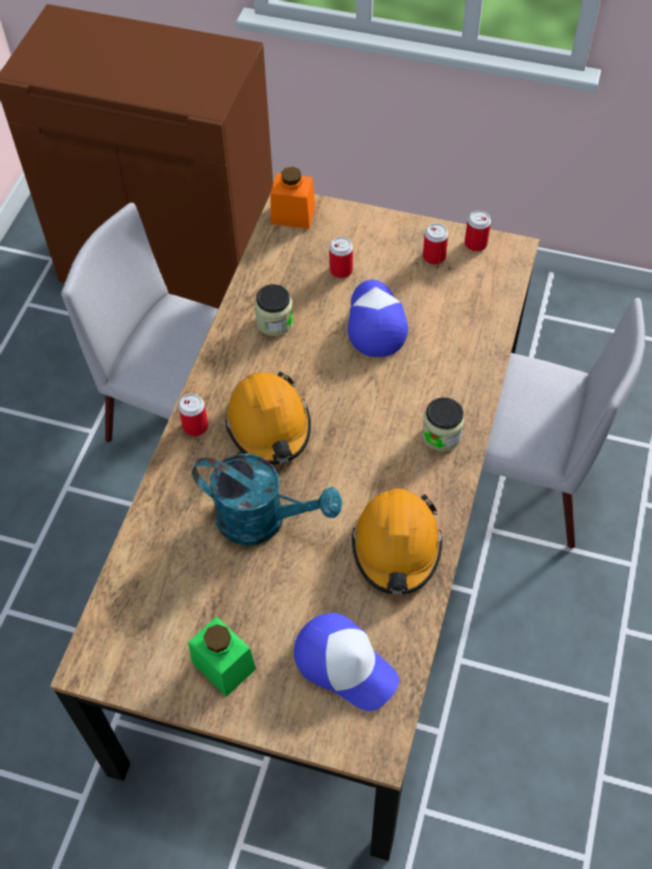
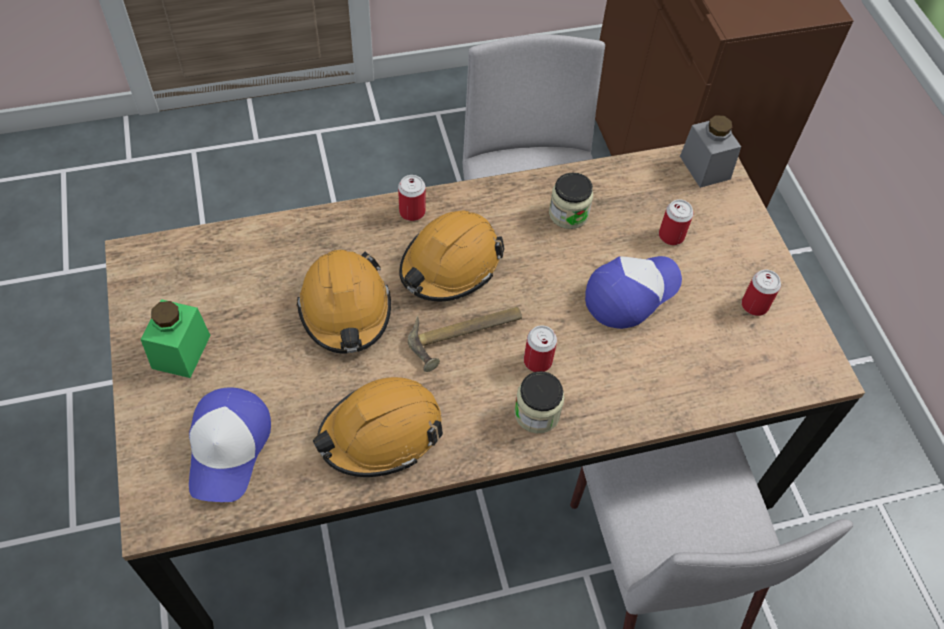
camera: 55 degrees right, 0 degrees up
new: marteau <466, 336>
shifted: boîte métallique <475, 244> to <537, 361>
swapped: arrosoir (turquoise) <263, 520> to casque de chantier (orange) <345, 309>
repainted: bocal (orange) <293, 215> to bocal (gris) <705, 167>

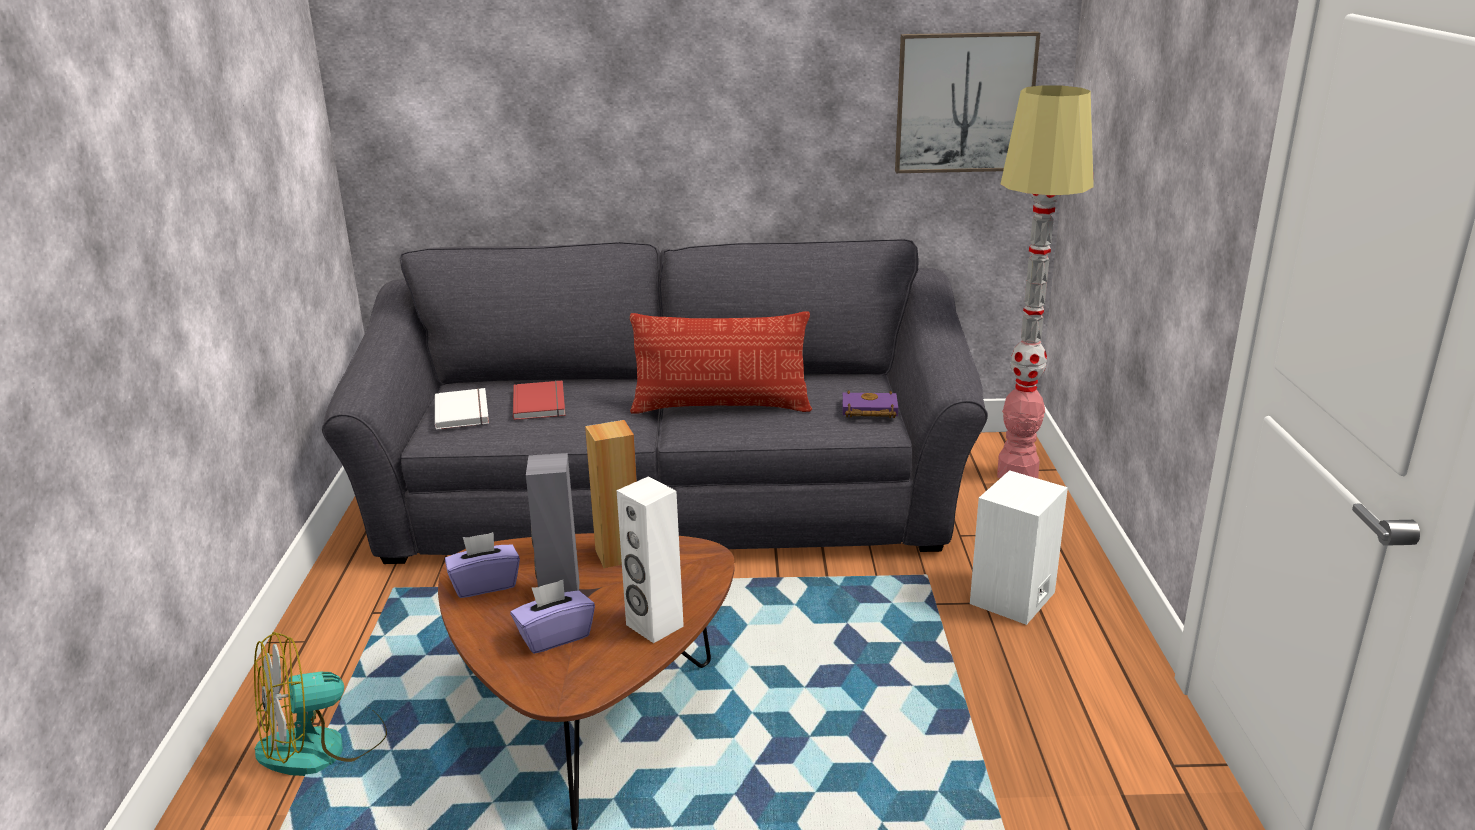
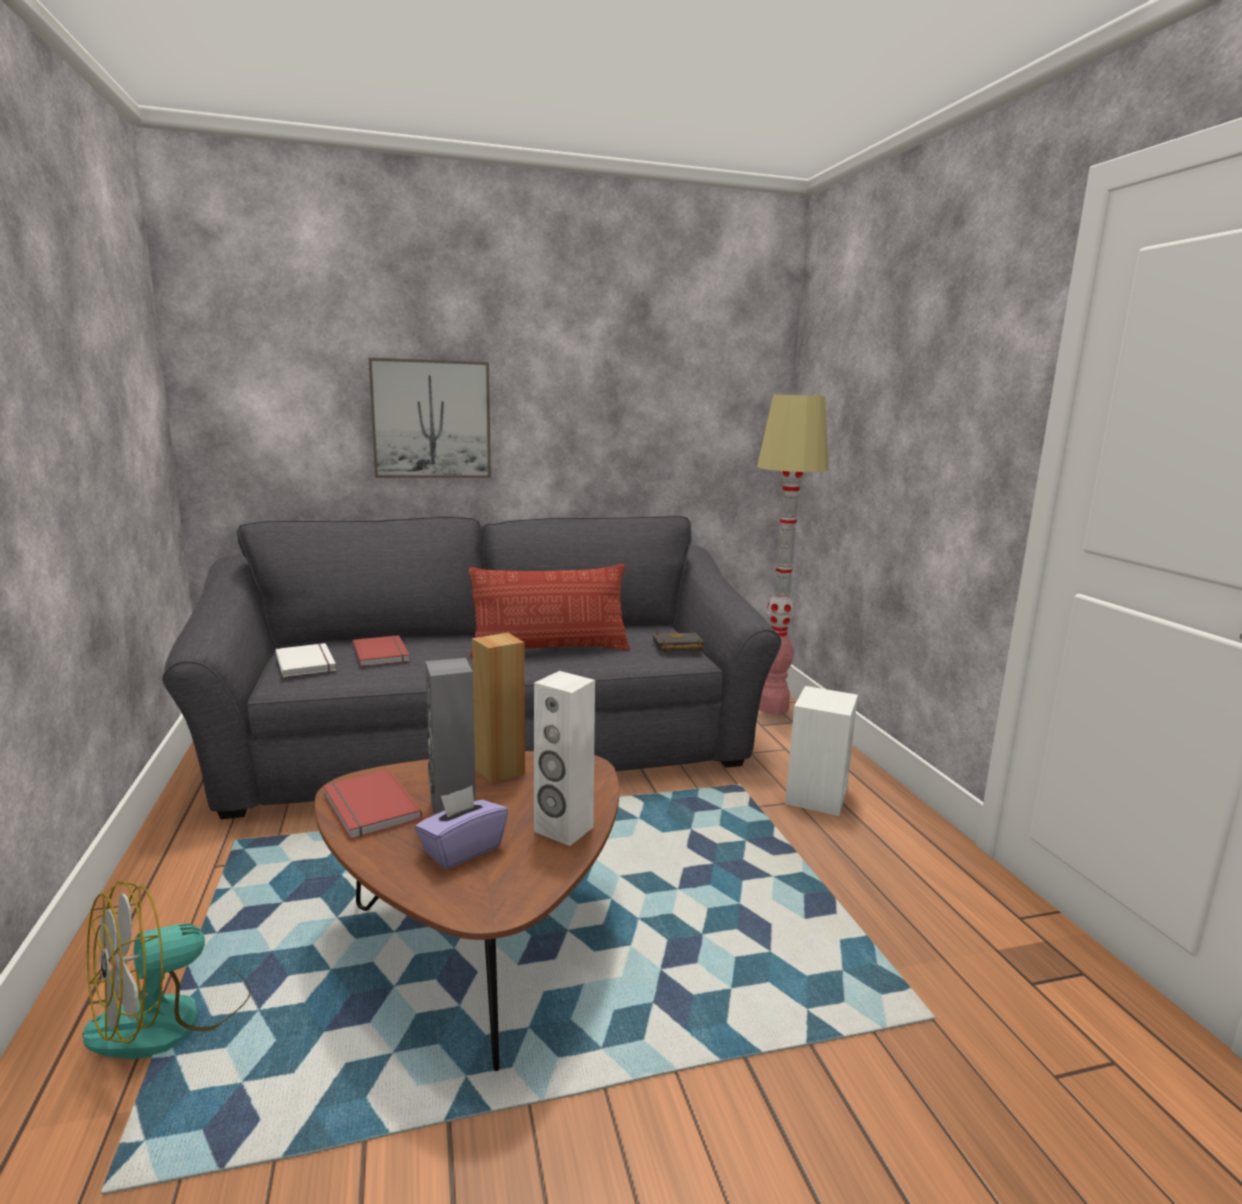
camera: 15 degrees left, 10 degrees down
shifted: tableau <964, 103> to <431, 419>
swapped: boîte à mouchoirs (violet) <485, 584> to livre (rouge) <368, 808>
repainted: livre (violet) <868, 411> to livre (noir) <676, 647>

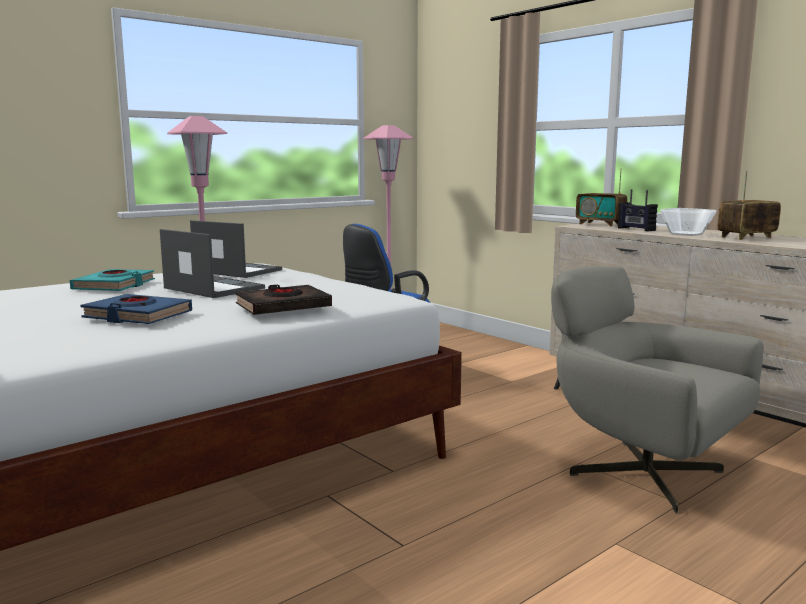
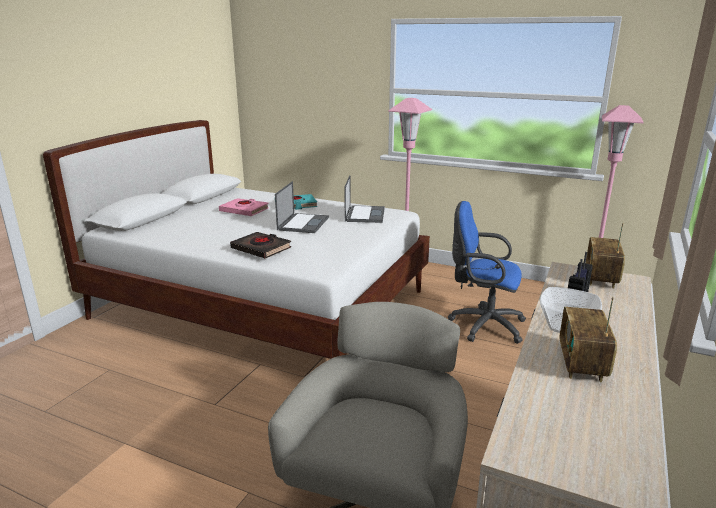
camera: 65 degrees right, 10 degrees up
gone: livre (bleu) <137, 316>
new: livre (rose) <244, 210>
rotated: radio <746, 237> = <582, 364> 120 degrees counterclockwise

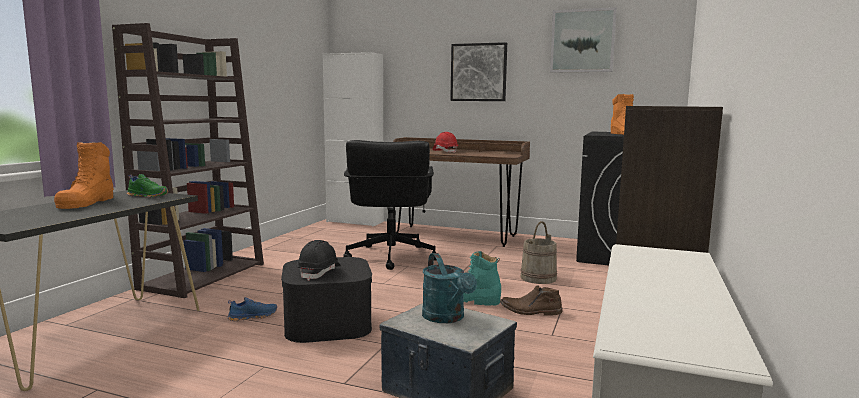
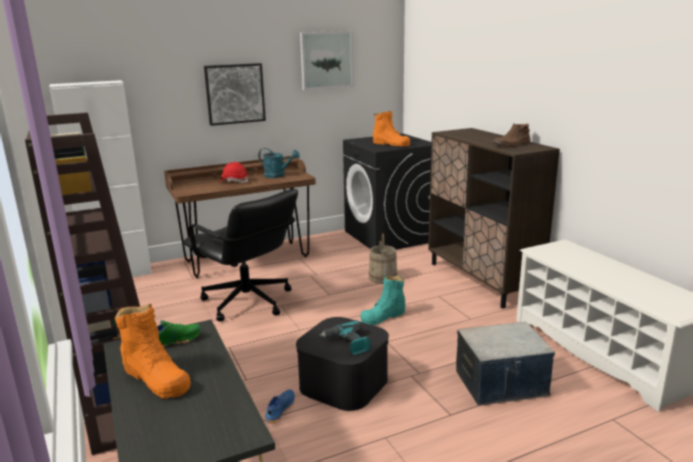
camera: 45 degrees left, 10 degrees up
shifted: arrosoir (turquoise) <446, 318> to <278, 176>; botte (marron) <530, 311> to <512, 145>
swapped: casque de chantier (noir) <319, 272> to perceuse <347, 344>

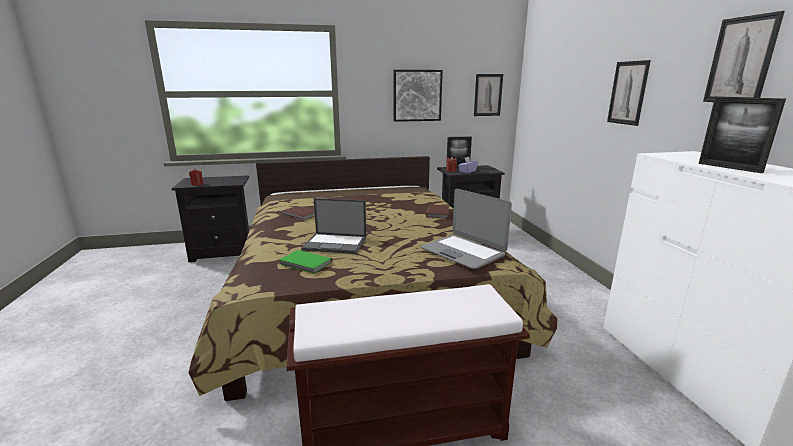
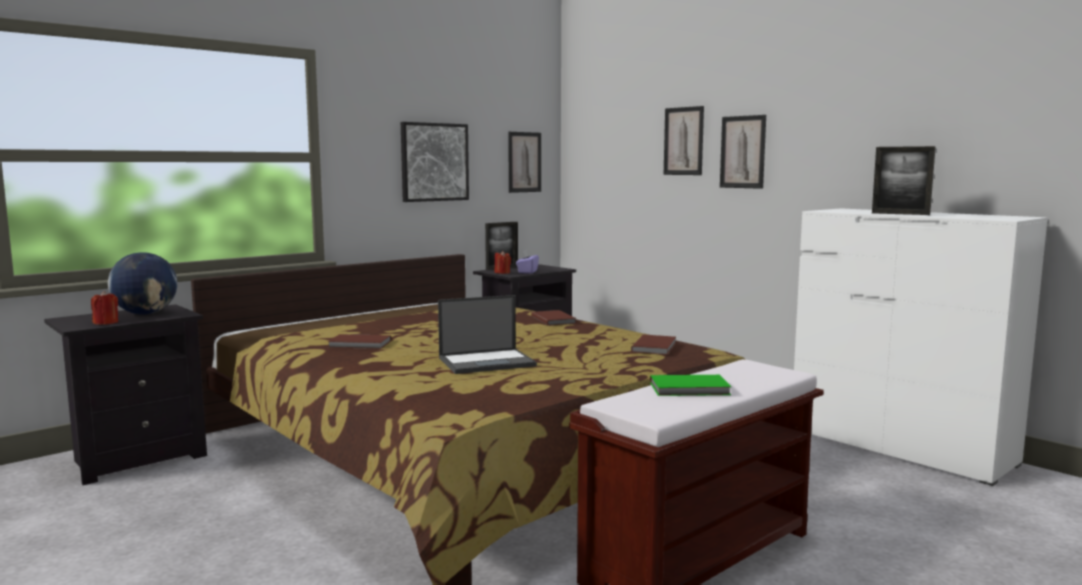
camera: 30 degrees left, 10 degrees down
new: globe <146, 313>
shifted: tableau <740, 60> to <683, 141>; livre (vert) <305, 263> to <690, 389>
swapped: ordinateur portable <463, 252> to livre (marron) <655, 347>

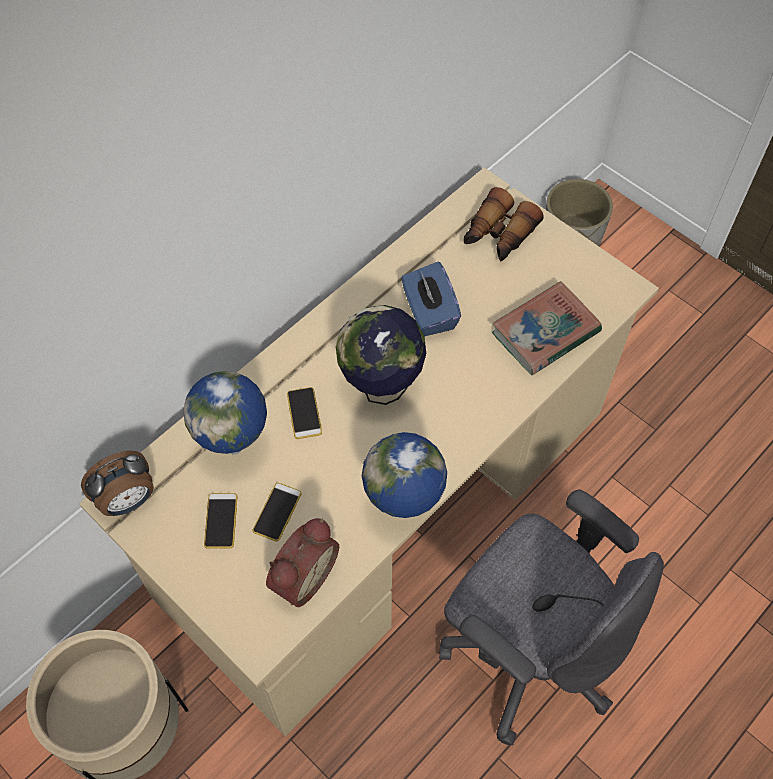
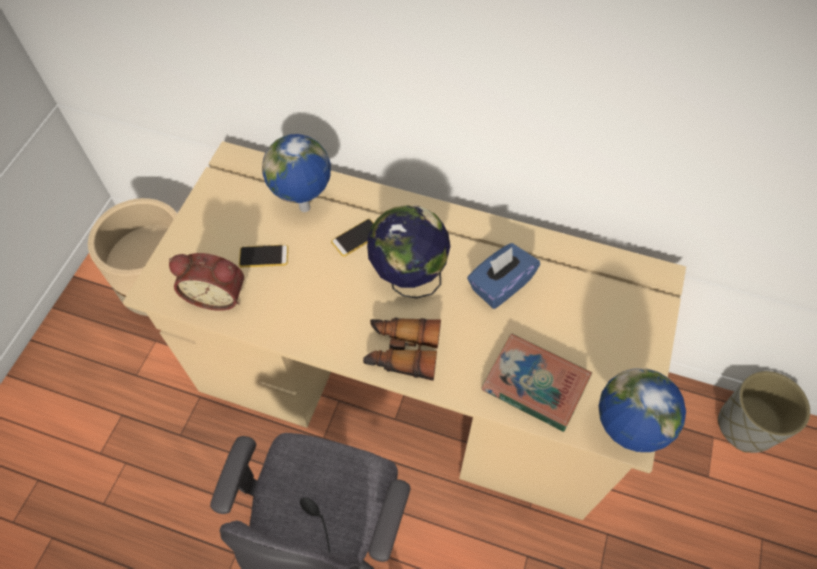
camera: 65 degrees right, 0 degrees up
gone: réveil <128, 500>; téléphone <221, 521>
shifted: jumelles <498, 235> to <402, 351>; globe <404, 510> to <620, 437>

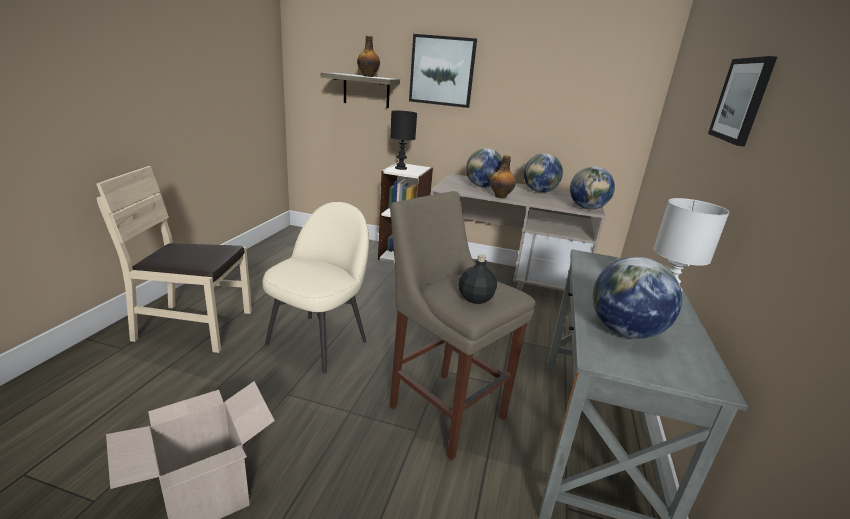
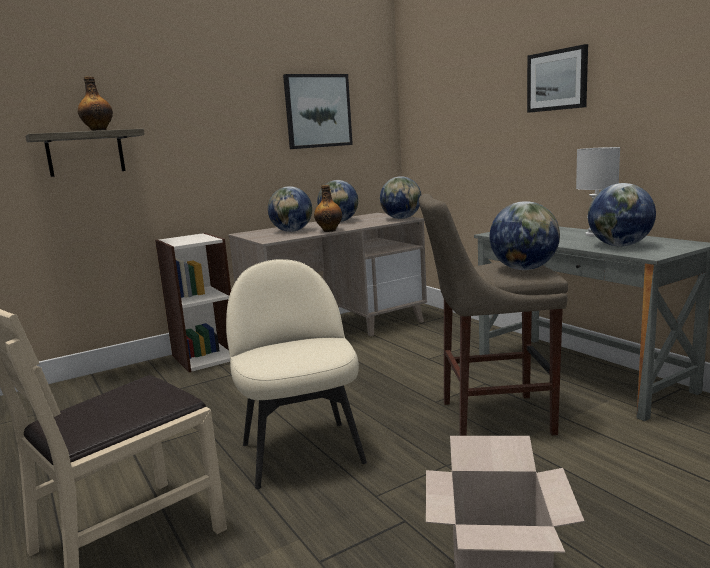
camera: 45 degrees left, 10 degrees down
gone: lampe de table (noir) <400, 168>
shifted: tableau <442, 71> to <317, 111>
swapped: bouteille (noir) <476, 298> to globe <524, 269>

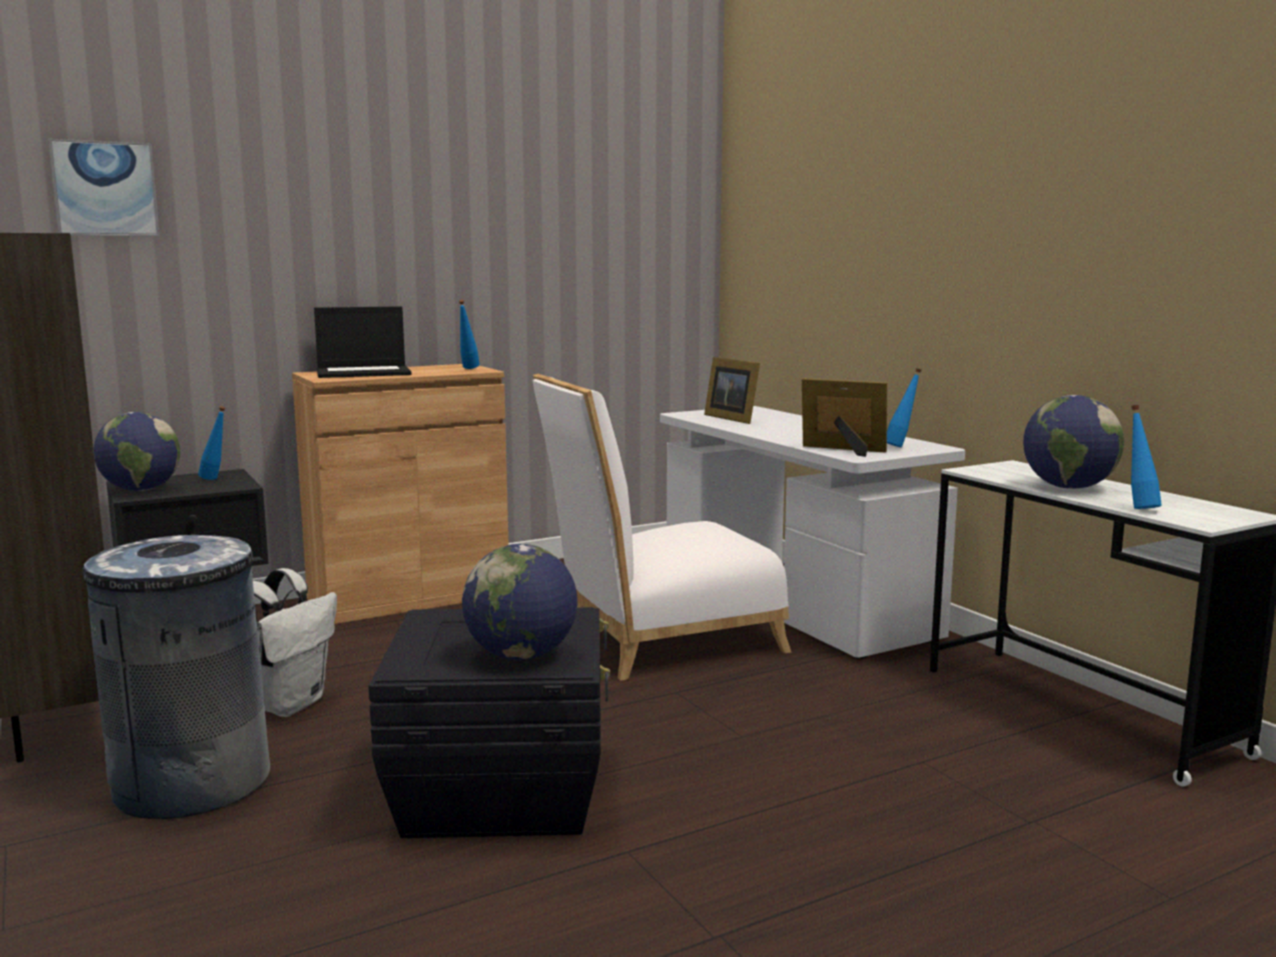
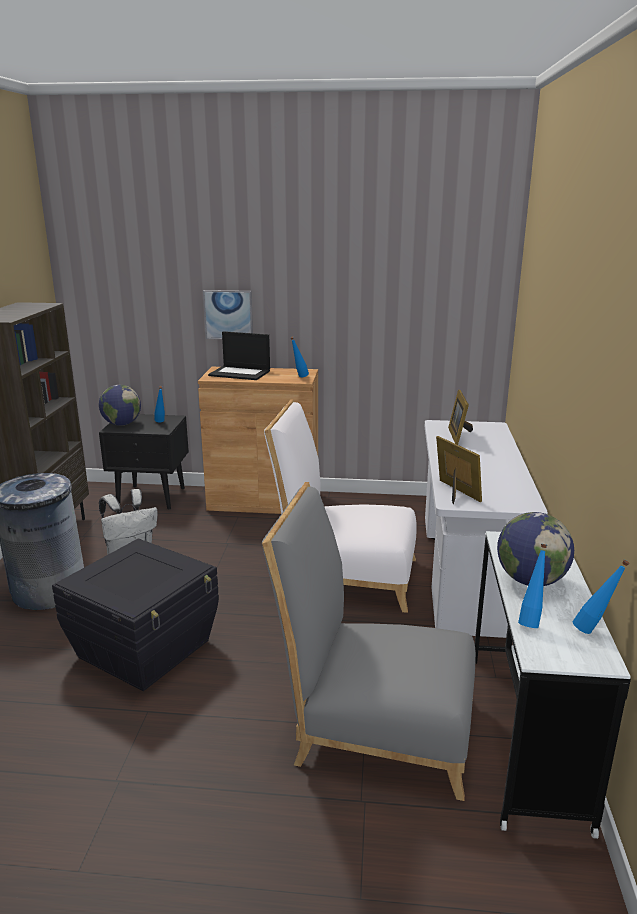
camera: 35 degrees right, 10 degrees up
gone: globe <521, 656>
new: chaise (gris) <374, 726>
shifted: tableau <105, 189> to <228, 314>; bouteille (bleu) <901, 446> to <593, 630>

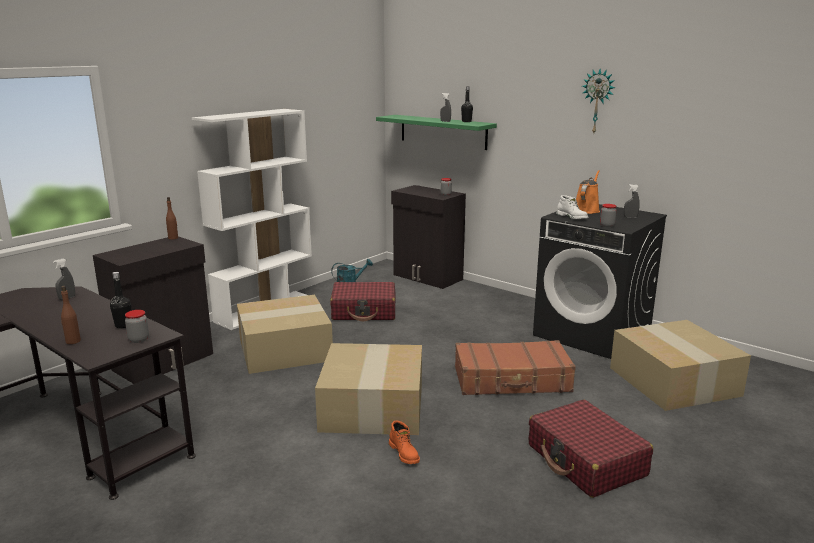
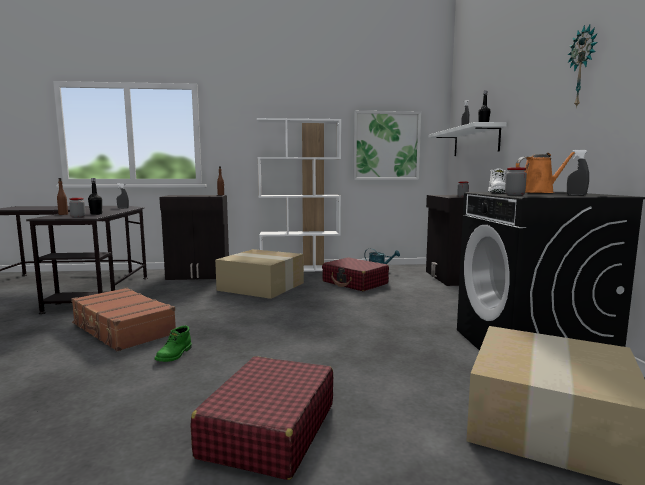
camera: 45 degrees right, 10 degrees down
gone: carton <374, 408>
new: tableau <386, 146>
shifted: valise (marron) <512, 380> to <122, 329>
repainted: étagère (vert) <443, 131> to étagère (blanc) <475, 141>; botte (orange) <404, 453> to botte (vert) <175, 355>

